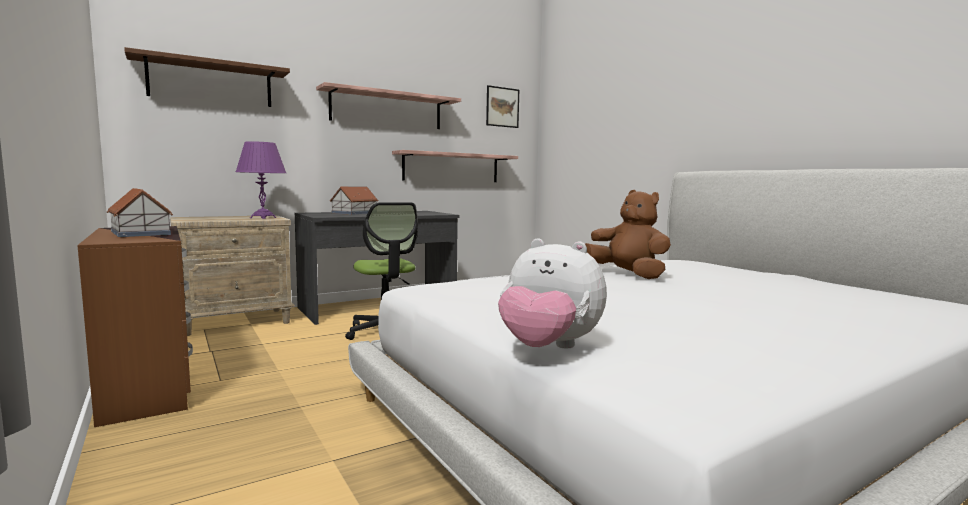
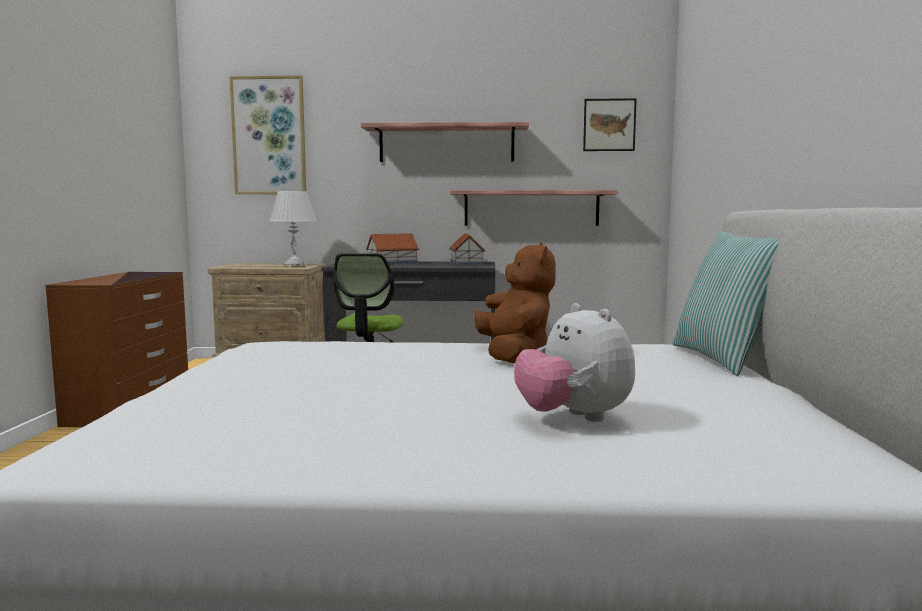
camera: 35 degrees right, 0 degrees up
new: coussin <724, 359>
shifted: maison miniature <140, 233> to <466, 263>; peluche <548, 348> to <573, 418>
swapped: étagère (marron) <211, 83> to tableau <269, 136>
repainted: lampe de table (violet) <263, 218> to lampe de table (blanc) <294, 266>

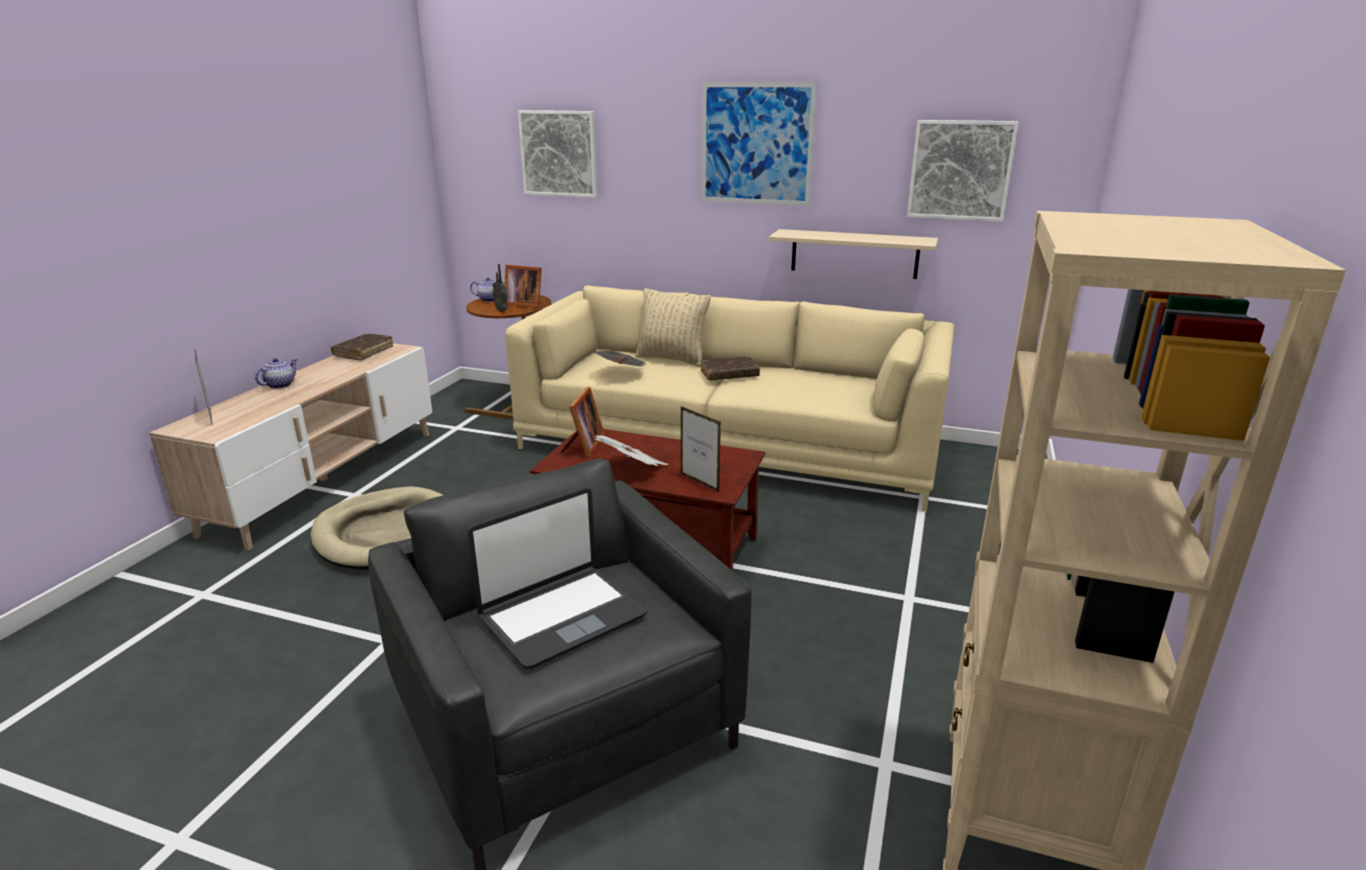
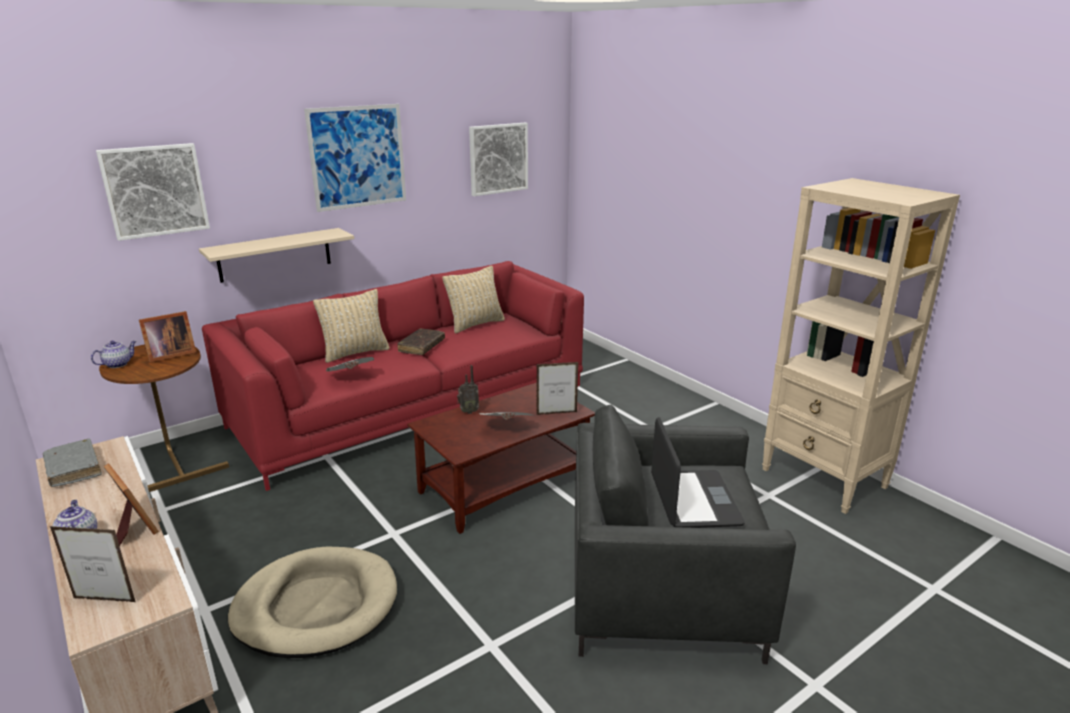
camera: 55 degrees left, 0 degrees up
new: coussin (beige) <475, 324>
shifted: étagère (beige) <854, 254> to <275, 255>; radio <502, 310> to <468, 411>; cadre photo <583, 446> to <133, 527>
repainted: canapé (beige) <728, 445> to canapé (rouge) <412, 406>; livre (marron) <363, 352> to livre (gris) <73, 469>

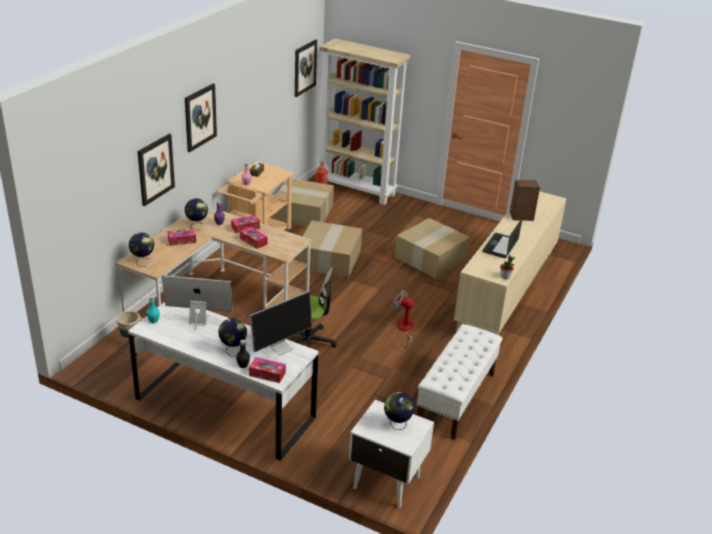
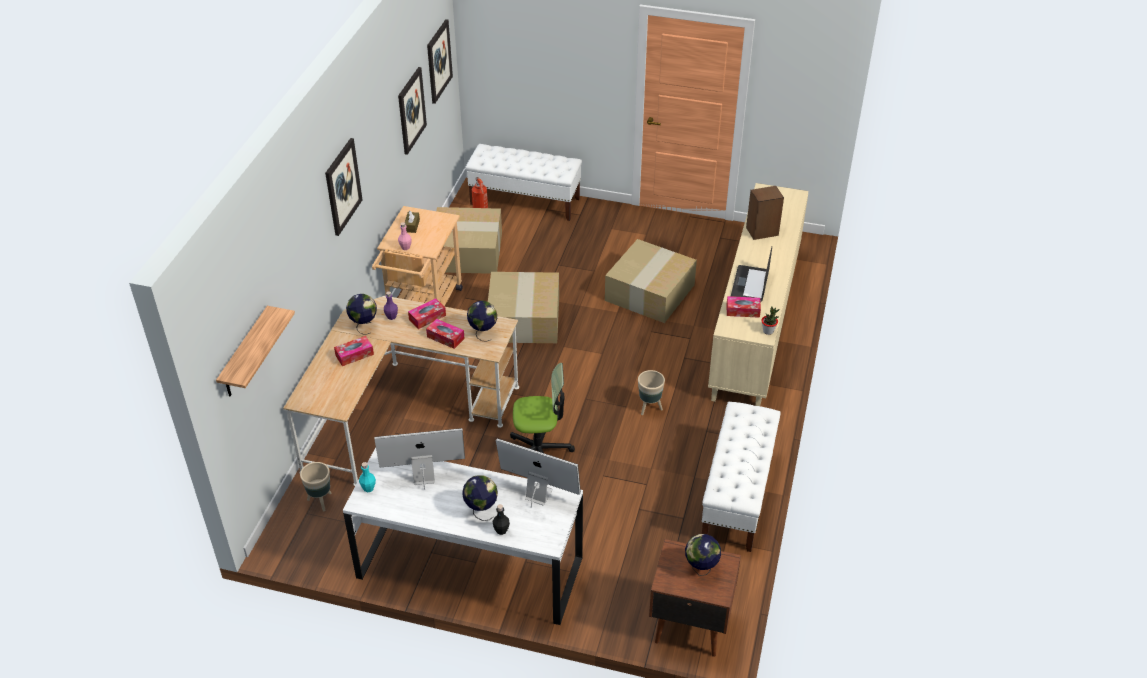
camera: 10 degrees left, 10 degrees up
new: étagère <245, 354>
shifted: tableau <155, 169> to <411, 110>; globe <143, 261> to <483, 333>; boîte à mouchoirs <267, 374> to <743, 311>
swapped: bibliothèque (beige) <357, 190> to banc (blanc) <525, 201>; ventilateur <405, 329> to cache-pot (beige) <649, 408>
repainted: table de chevet (blanc) <386, 481> to table de chevet (marron) <689, 625>
rotated: écran d'ordinateur <281, 347> = <537, 494> 105 degrees counterclockwise

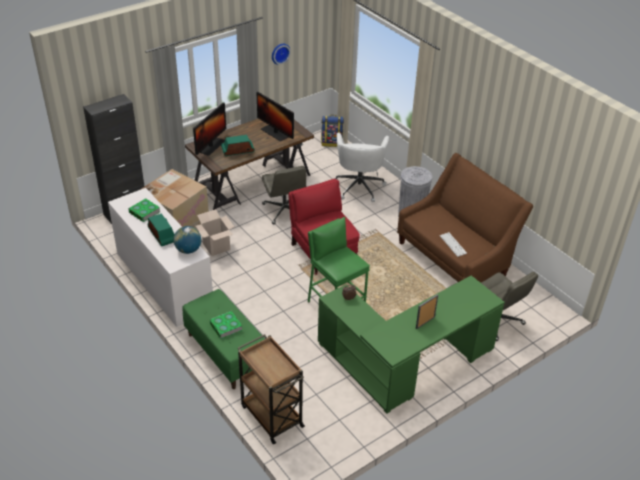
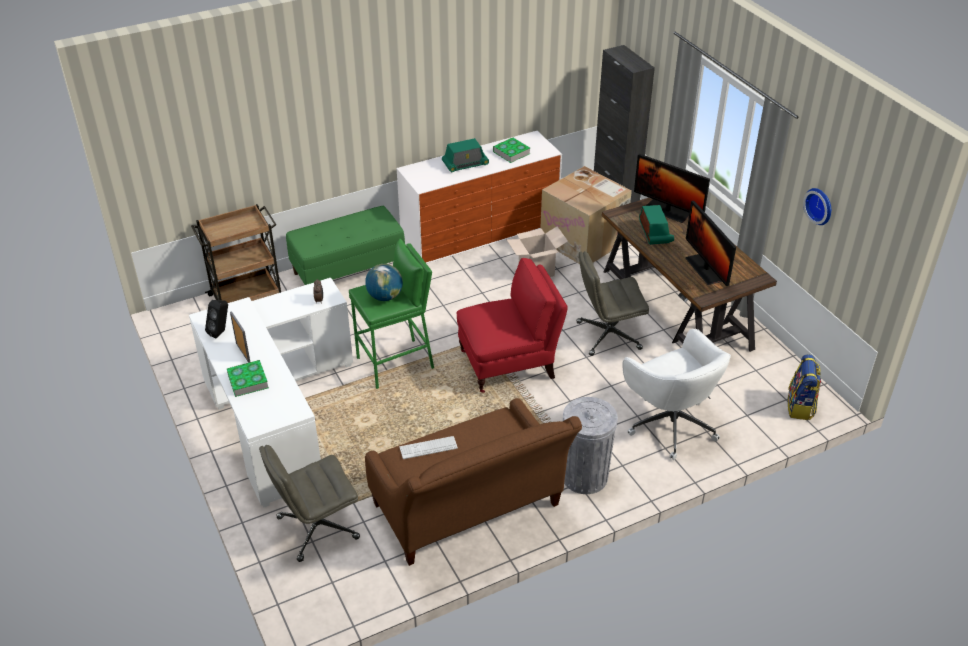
camera: 100 degrees right, 0 degrees up
new: enceinte (noir) <221, 332>
shifted: globe <188, 250> to <385, 296>; livre <226, 327> to <248, 381>
repainted: bureau (vert) <405, 364> to bureau (blanc) <274, 413>
rotated: écran d'ordinateur <275, 132> = <705, 269> 75 degrees counterclockwise; chaise de bureau (blanc) <359, 186> = <670, 424> 135 degrees counterclockwise

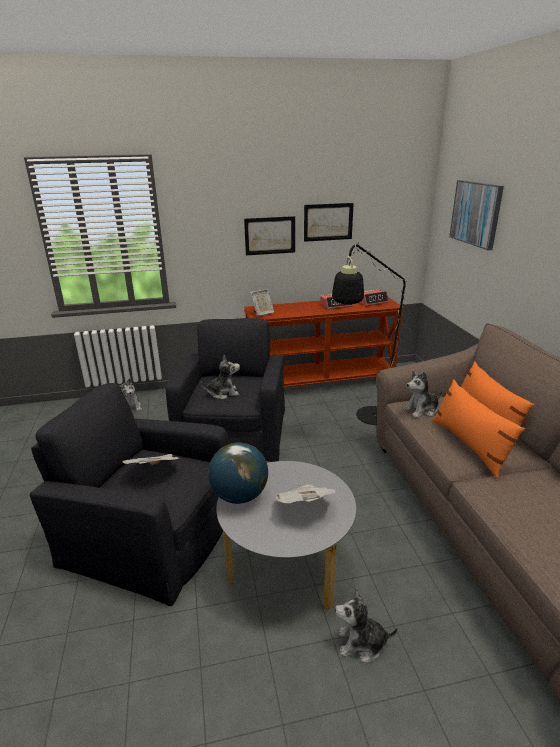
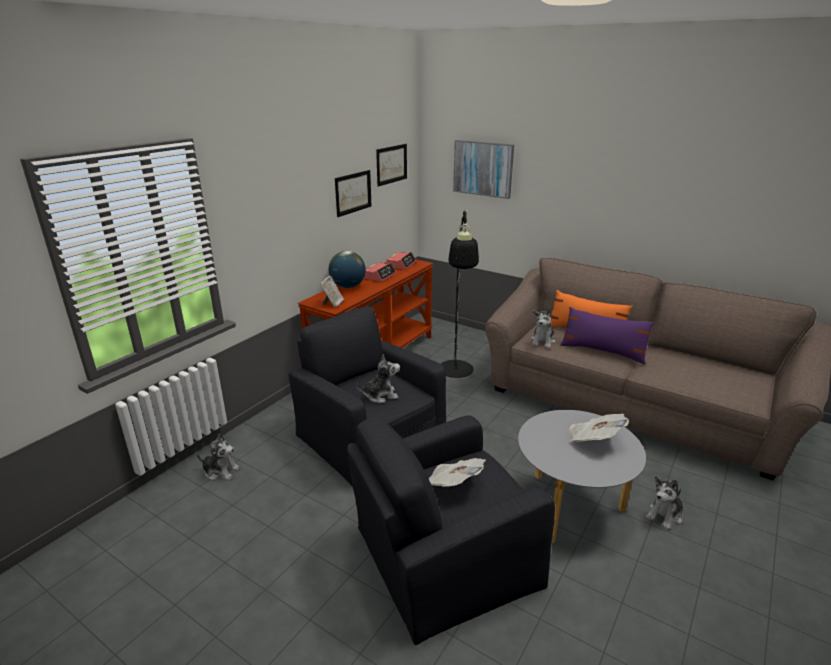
camera: 45 degrees left, 0 degrees up
shifted: tableau <270, 235> to <391, 164>; globe <240, 496> to <348, 286>
repainted: coussin (orange) <469, 445> to coussin (violet) <603, 351>
rotated: peluche <223, 393> = <380, 395> 45 degrees clockwise

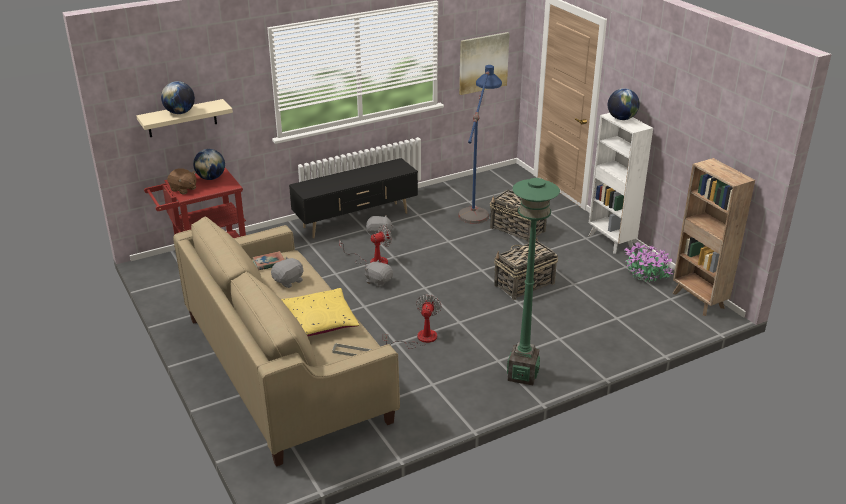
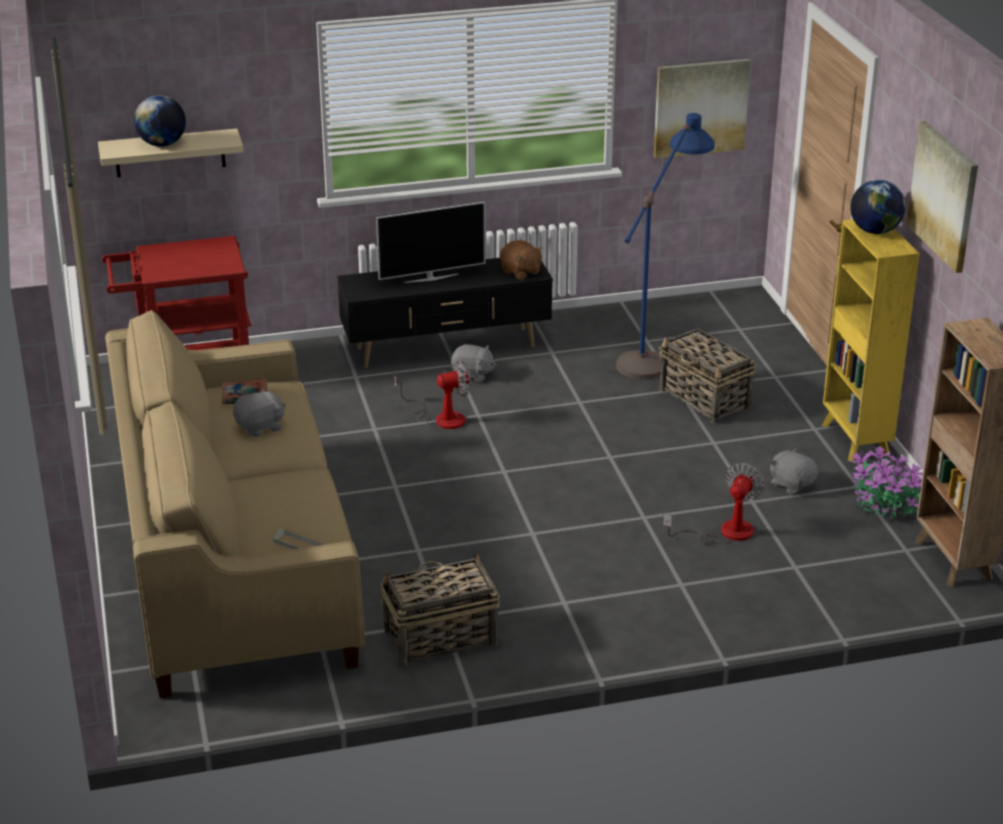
camera: 15 degrees right, 0 degrees up
gone: globe <211, 178>; lampadaire (vert) <522, 375>; coussin (jaune) <319, 322>
new: tableau <944, 196>; téléviseur <431, 278>
shifted: peluche (marron) <183, 189> to <520, 272>; panier <523, 284> to <439, 638>; peluche (gris) <378, 281> to <791, 484>; ventilateur <420, 338> to <724, 533>
repainted: bibliothèque (blanc) <611, 241> to bibliothèque (jaune) <855, 441>

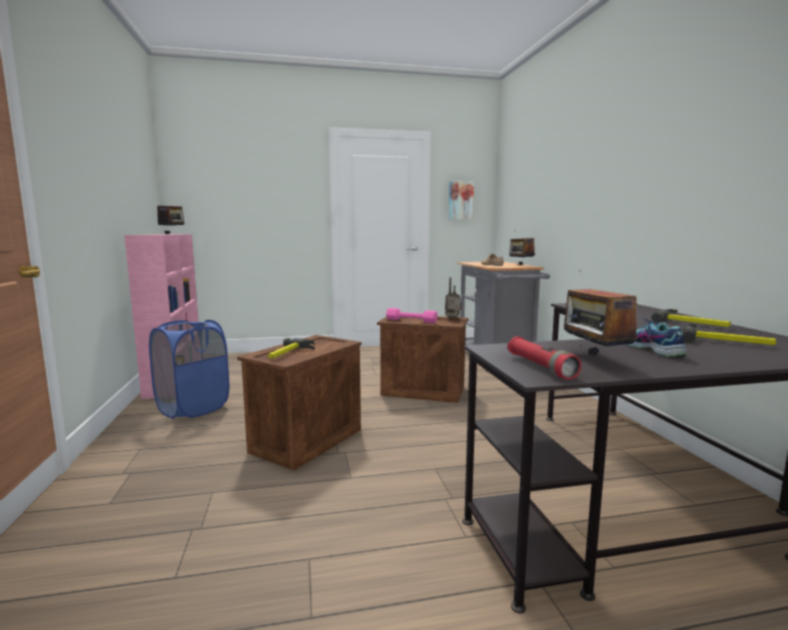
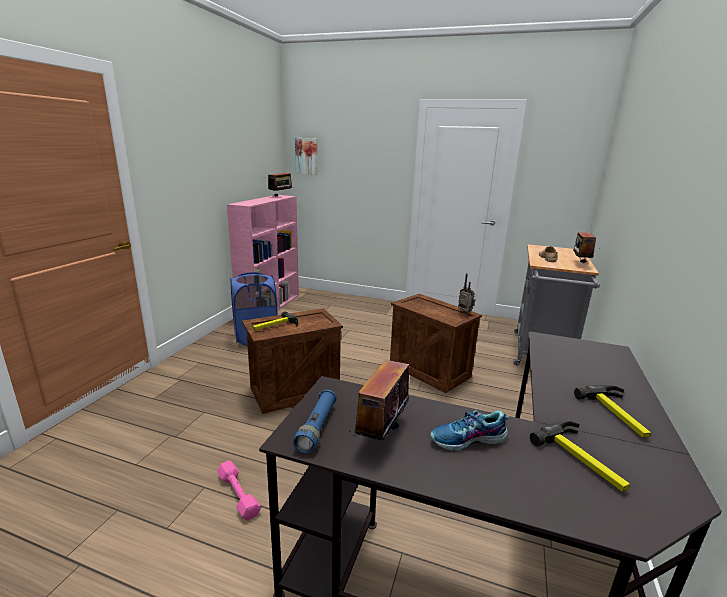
camera: 30 degrees right, 10 degrees up
shifted: tableau <460, 200> to <307, 156>; haltère (rose) <411, 320> to <238, 494>
repainted: lampe de poche (rouge) <540, 367> to lampe de poche (bleu) <317, 427>
rotated: chaussure <650, 349> = <468, 440> 120 degrees counterclockwise

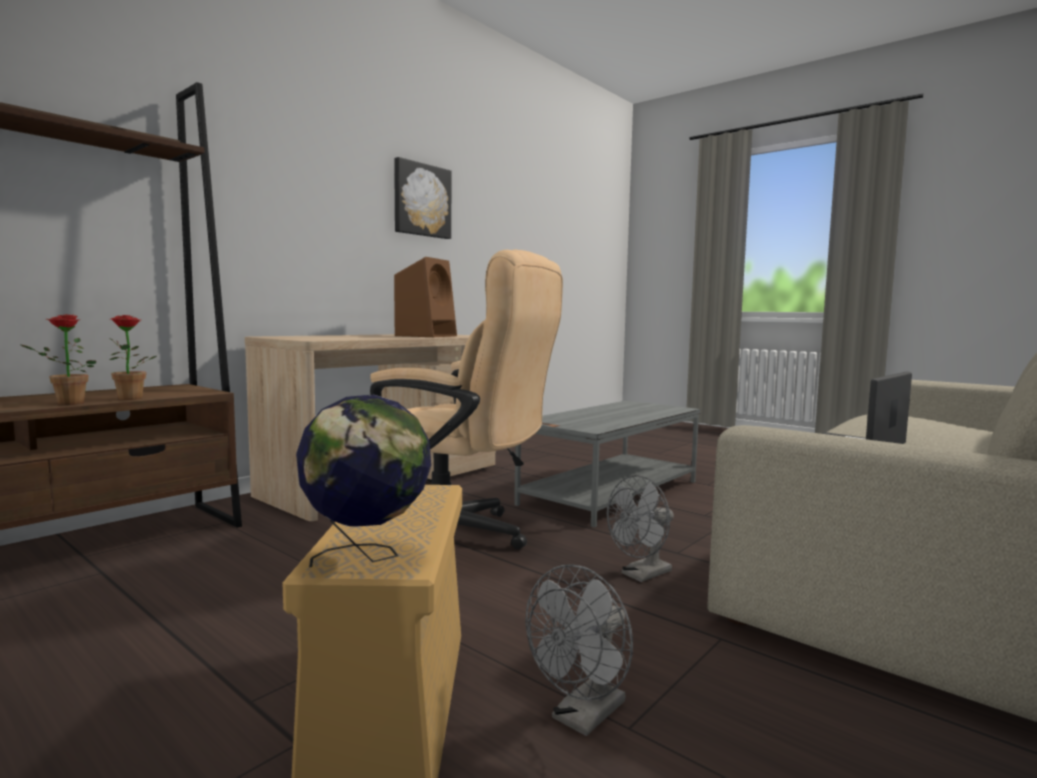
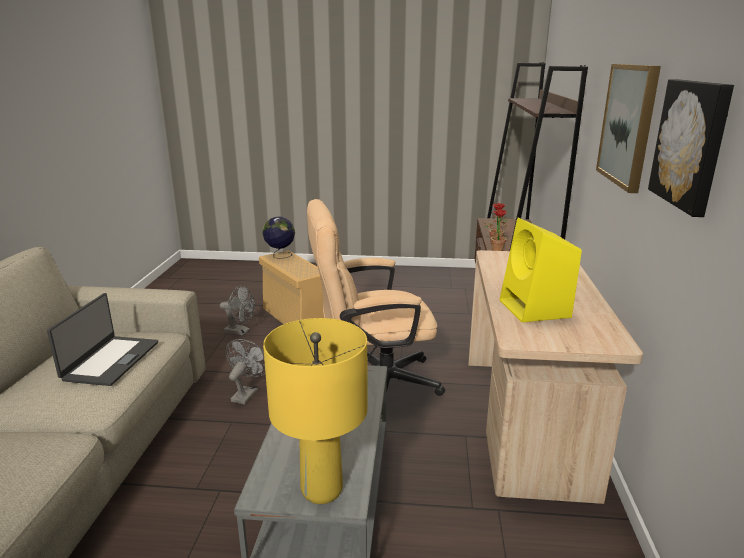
camera: 145 degrees right, 15 degrees up
new: tableau <628, 124>; lampe de table (jaune) <322, 489>
repainted: enceinte (marron) <426, 336> to enceinte (jaune) <535, 309>
rotated: ventilateur (gris) <583, 717> = <240, 331> 105 degrees clockwise

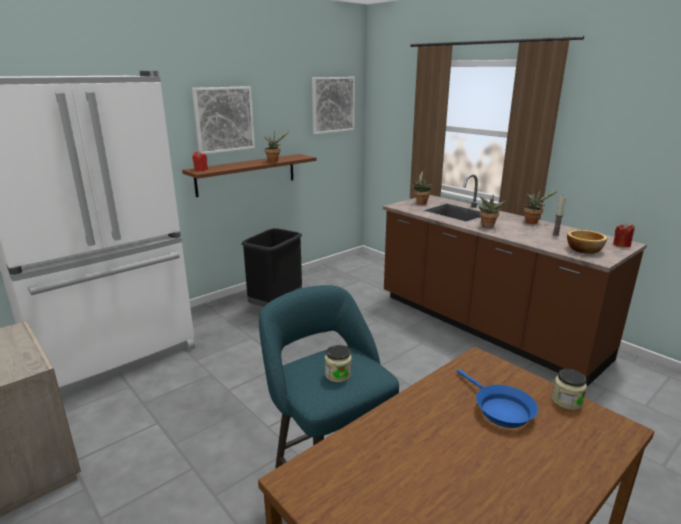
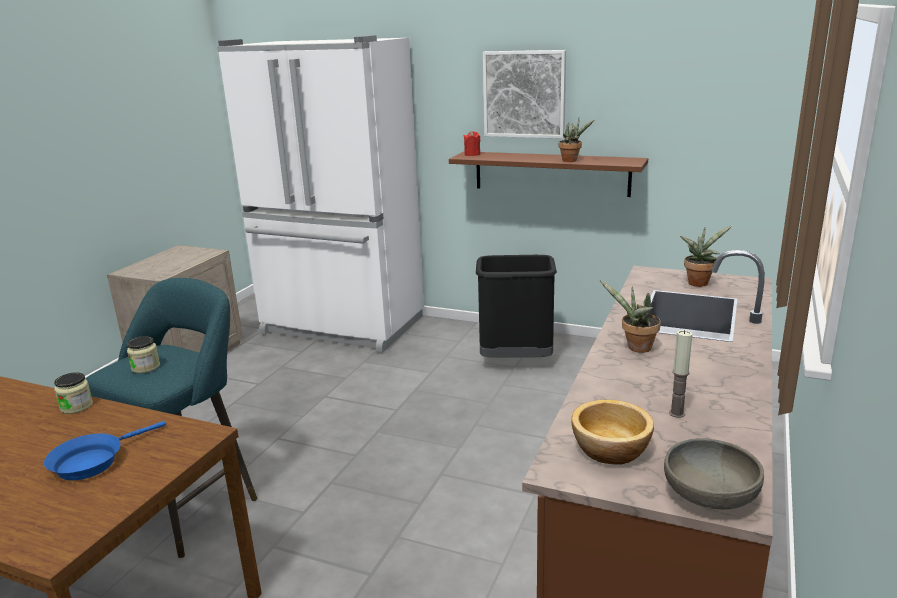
camera: 65 degrees right, 0 degrees up
gone: tableau <332, 105>; plante en pot <532, 222>
shifted: bocal <566, 401> to <76, 406>
swapped: bougie (rouge) <621, 245> to bol (gris) <710, 496>

